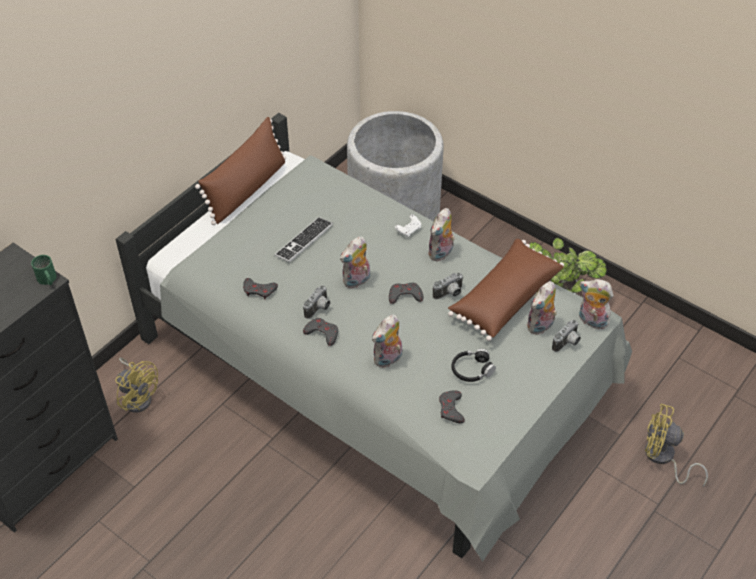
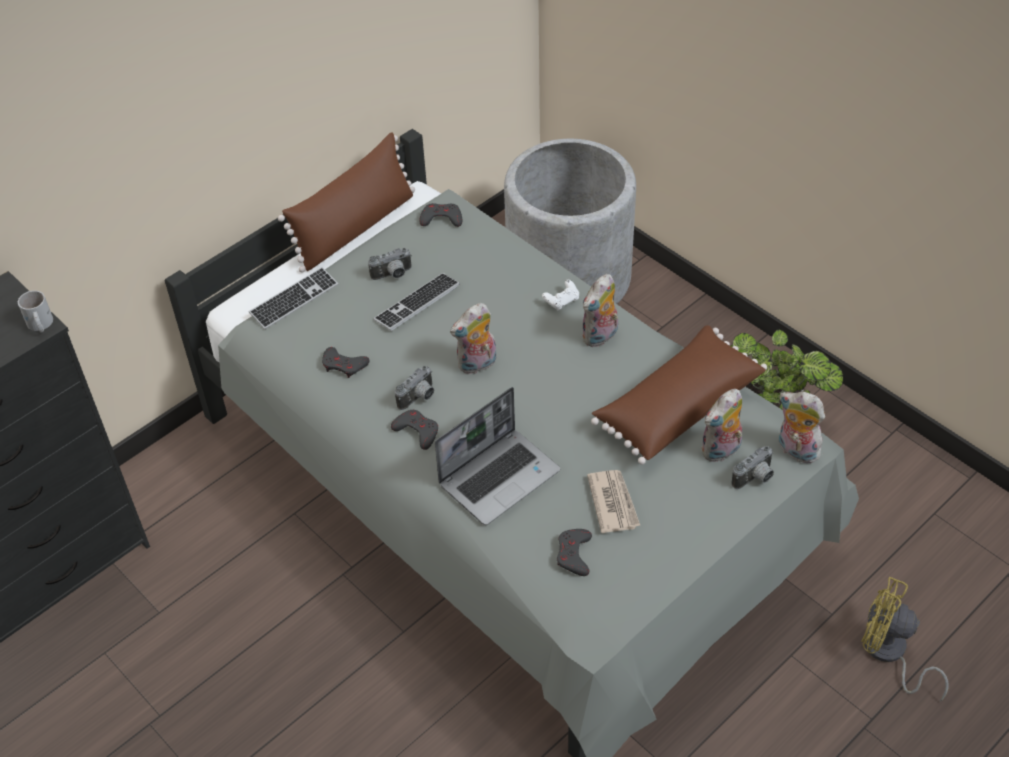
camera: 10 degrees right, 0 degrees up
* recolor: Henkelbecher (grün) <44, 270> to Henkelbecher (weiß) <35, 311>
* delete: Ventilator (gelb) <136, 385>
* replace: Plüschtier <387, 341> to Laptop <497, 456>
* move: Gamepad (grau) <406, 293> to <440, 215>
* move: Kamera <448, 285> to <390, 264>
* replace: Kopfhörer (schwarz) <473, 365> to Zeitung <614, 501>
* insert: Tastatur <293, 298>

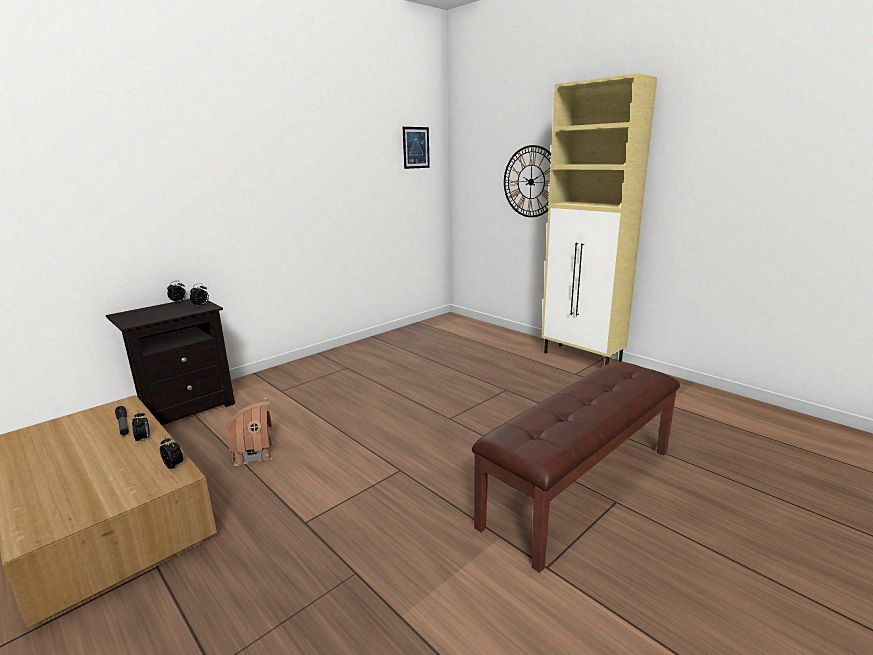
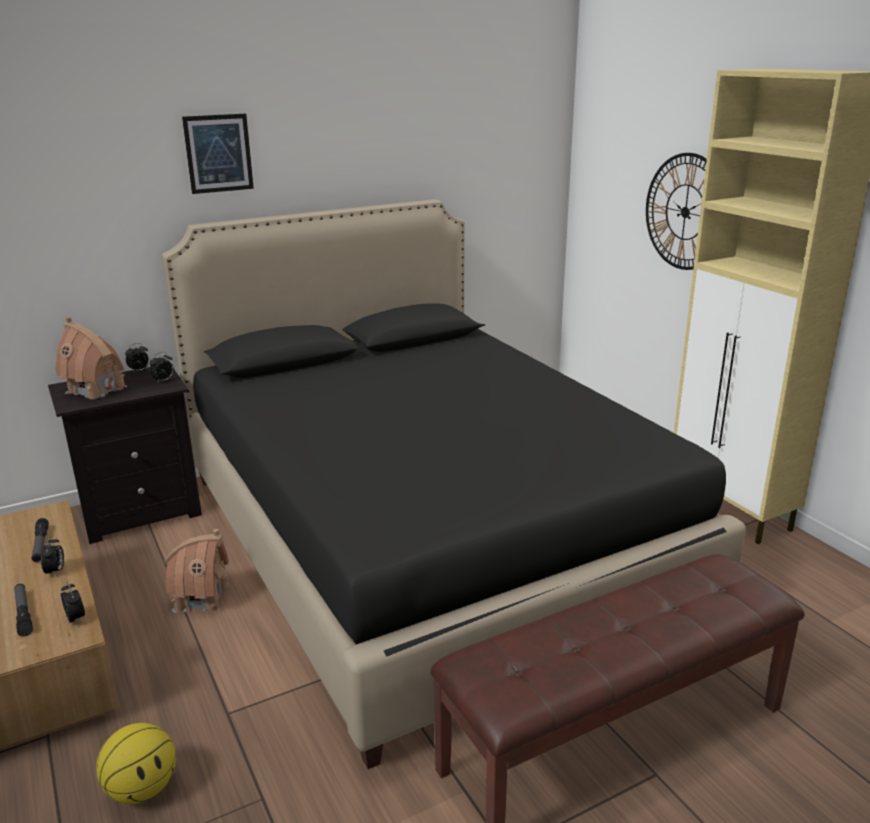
camera: 15 degrees right, 5 degrees up
* move: Bild <416, 148> to <218, 154>
* insert: Taschenlampe <23, 610>
* insert: Spielzeughaus <91, 358>
* insert: Basketball <136, 763>
* insert: Bett (schwarz) <454, 484>

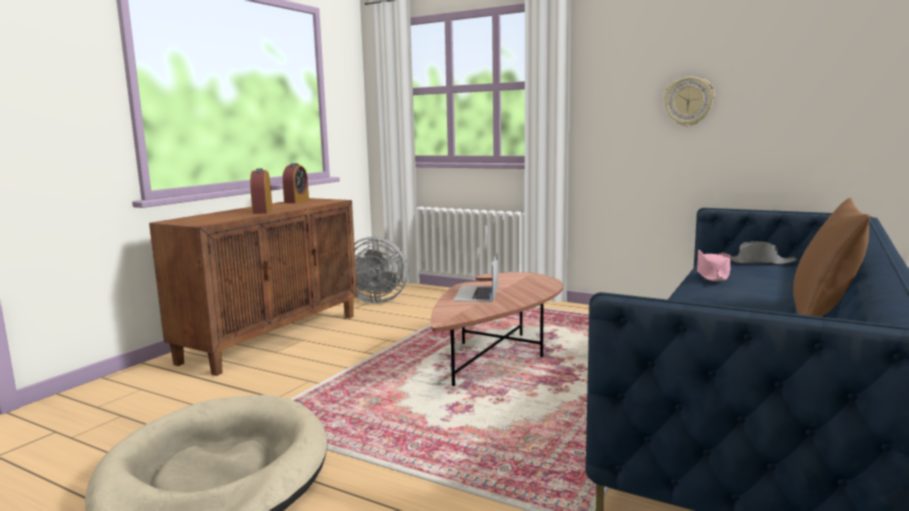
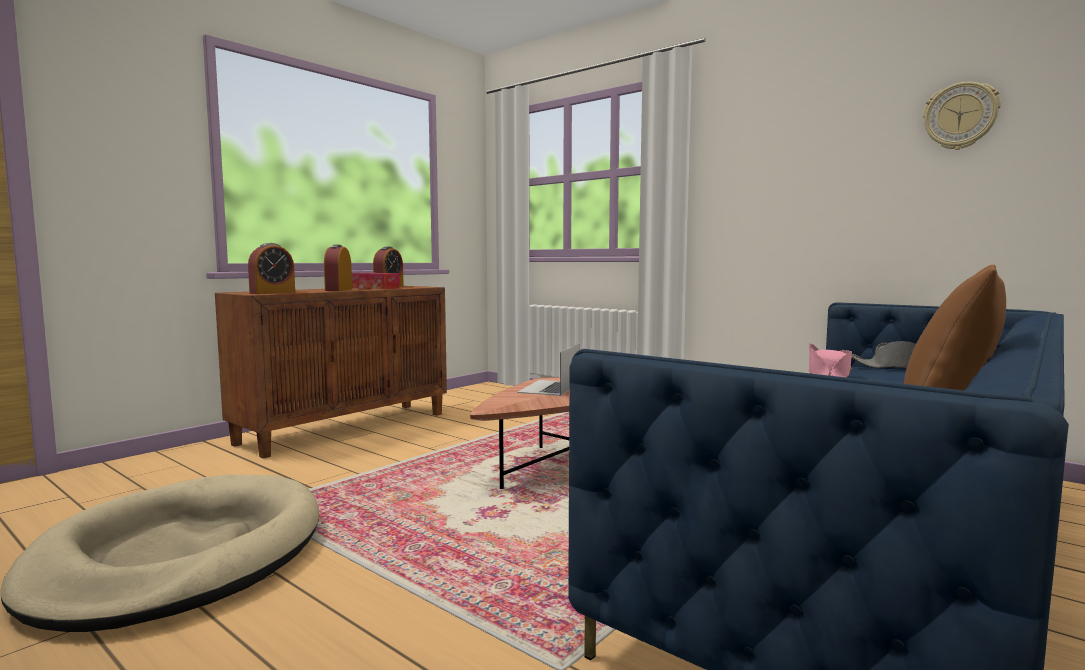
camera: 10 degrees right, 5 degrees down
* delete: Ventilator (grau) <381, 270>
* move: Wanduhr <689, 101> to <962, 116>
* insert: Wecker <271, 268>
* insert: Taschentuchbox <376, 281>

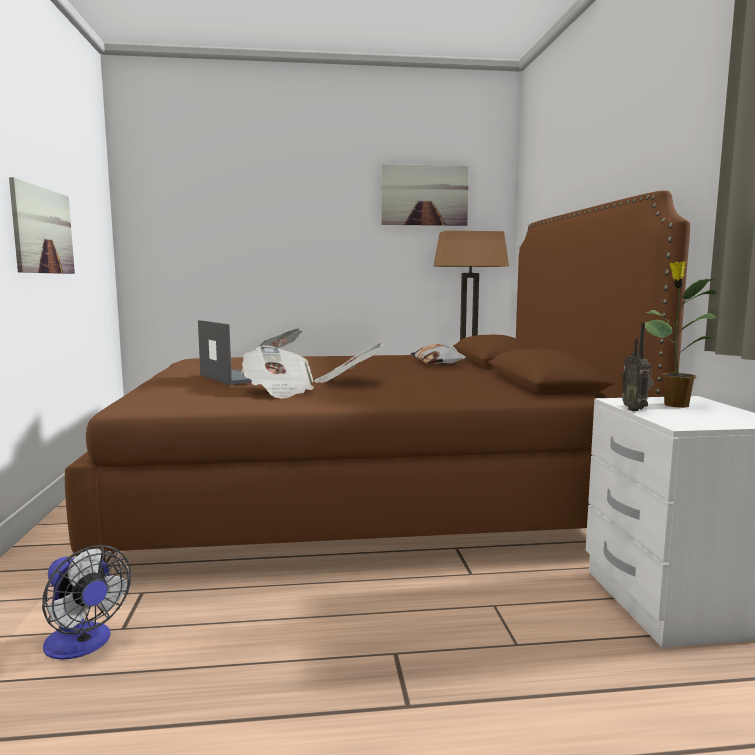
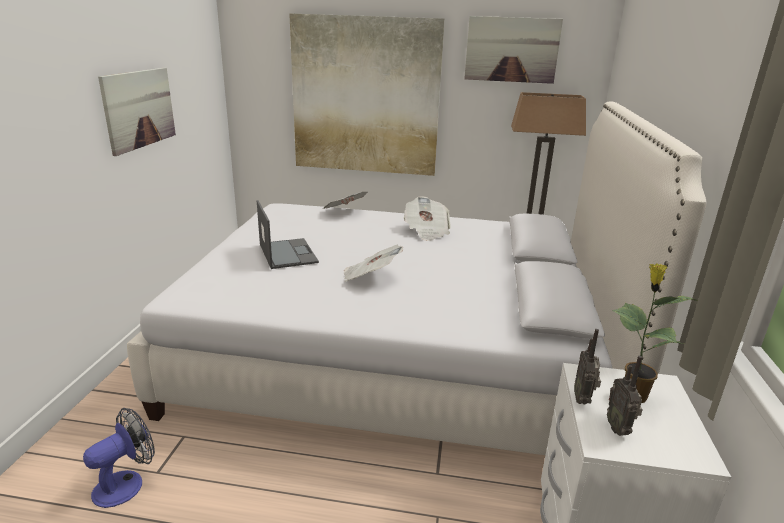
camera: 15 degrees right, 15 degrees up
* rotate: Ventilator <86, 602> = <119, 458> 105 degrees counterclockwise
* recolor: Bett (braun) <377, 376> to Bett (weiß) <417, 278>
* move: Zeitung <278, 372> to <427, 218>
* delete: Kissen <438, 354>
* insert: Bild <367, 95>
* insert: Radio <625, 396>

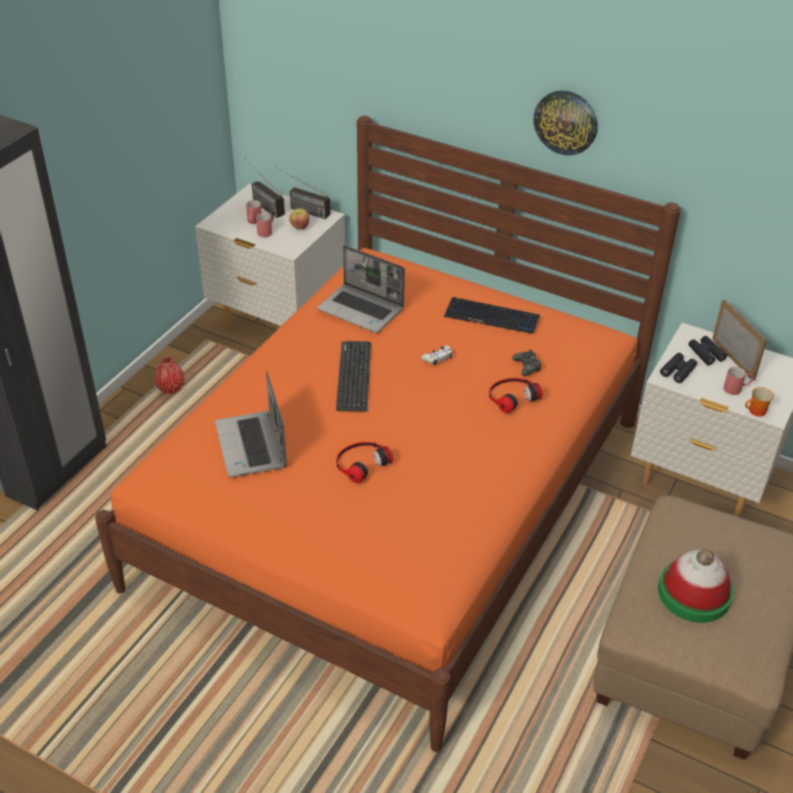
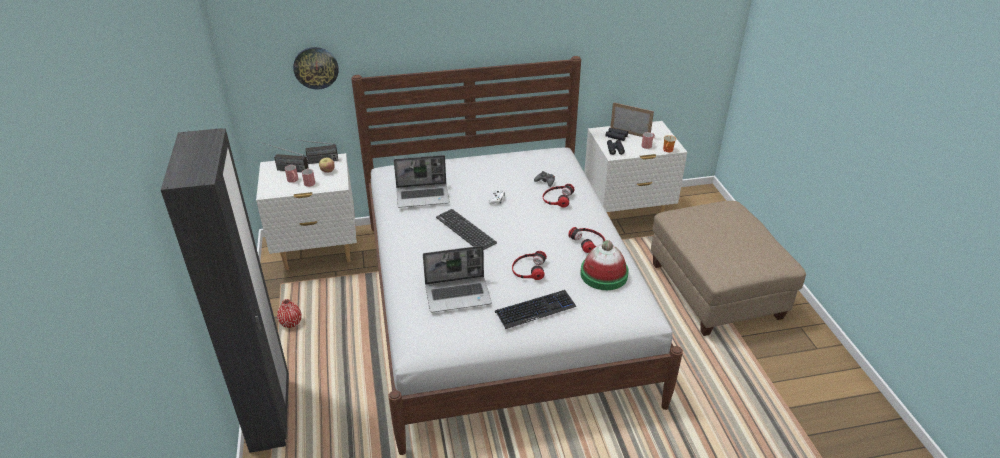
camera: 40 degrees left, 5 degrees down
* recolor: Bett (orange) <388, 434> to Bett (weiß) <517, 255>
* rotate: Laptop <251, 424> = <457, 279> 45 degrees counterclockwise
* move: Tastatur <492, 315> to <535, 309>
* move: Wanduhr <566, 123> to <316, 68>
* move: Hut <695, 586> to <605, 265>
* insert: Kopfhörer <586, 240>

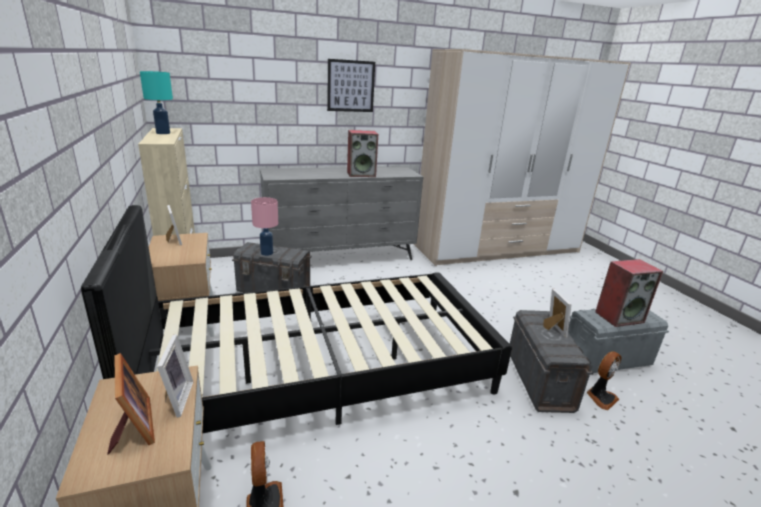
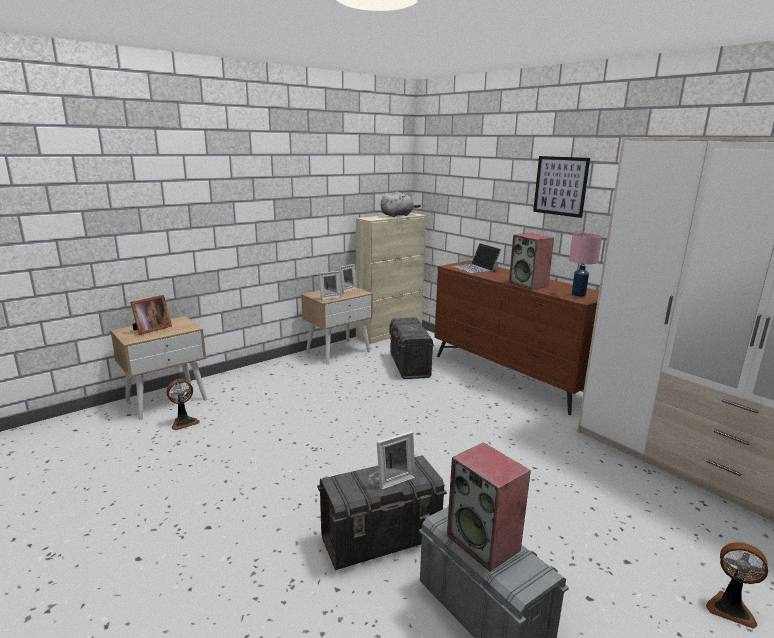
camera: 70 degrees right, 5 degrees down
* delete: Bett (schwarz) <296, 319>
* replace: Tischlampe (türkis) <156, 102> to Plüschtier (grau) <401, 204>
* move: Bilderrahmen <175, 376> to <330, 285>
* move: Tischlampe (rosa) <264, 226> to <585, 265>
* recolor: Kommode (grau) <341, 213> to Kommode (braun) <516, 337>
* move: Ventilator <604, 380> to <737, 585>
* insert: Laptop <477, 258>

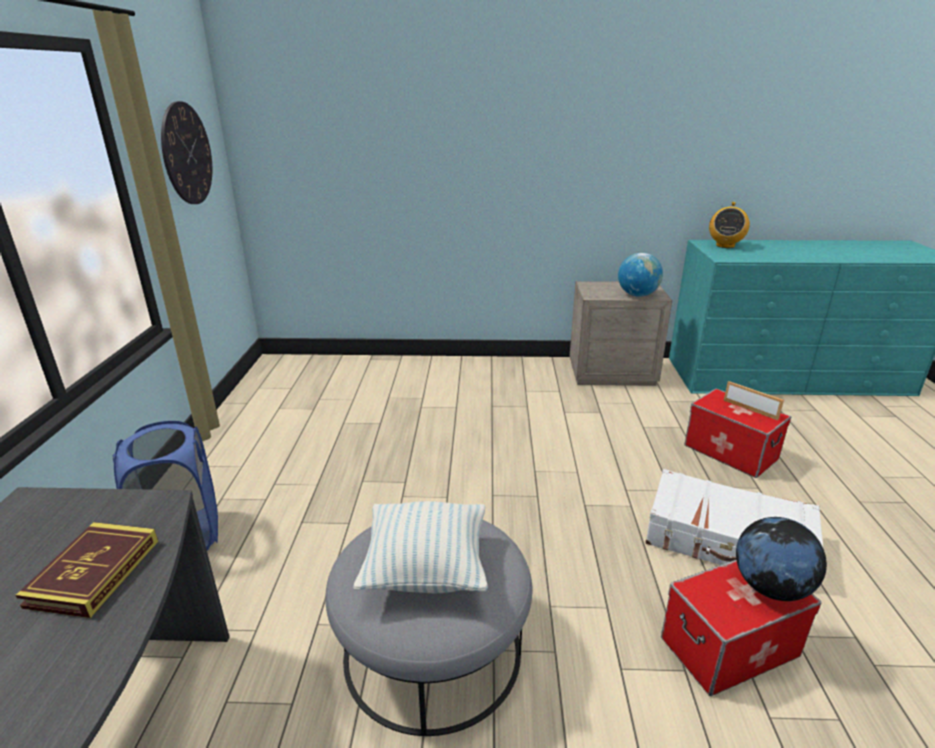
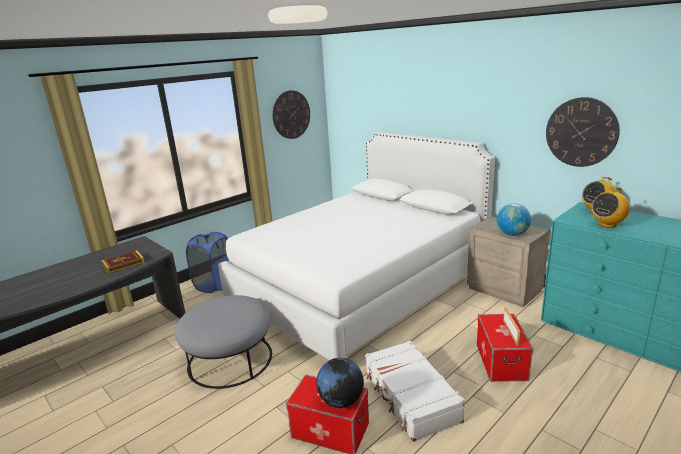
camera: 45 degrees right, 5 degrees down
* delete: Kissen <420, 547>
* insert: Bett (weiß) <356, 246>
* insert: Wanduhr <583, 132>
* insert: Radio <610, 207>

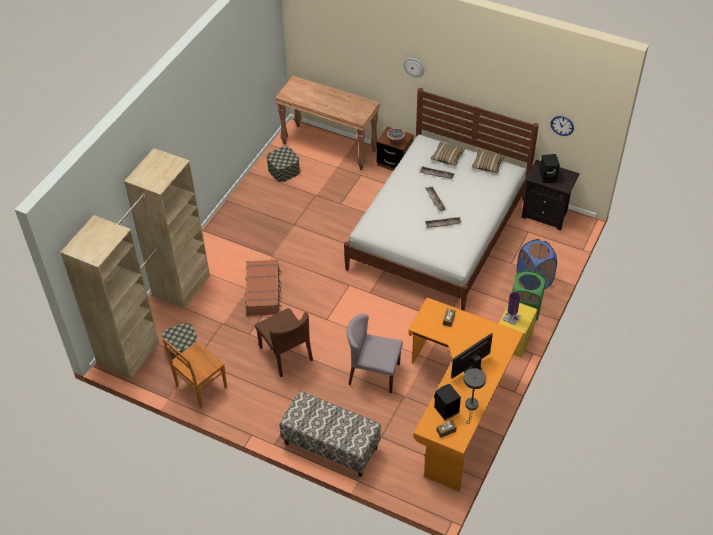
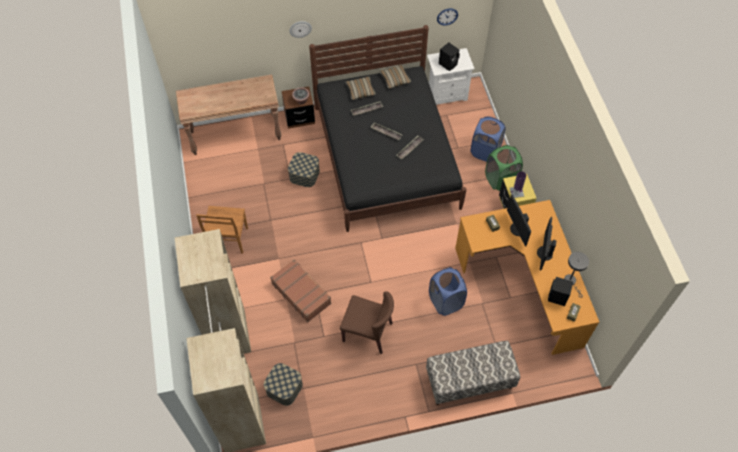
camera: 40 degrees left, 10 degrees up
* move: Stuhl (braun) <194, 373> to <222, 230>
* move: Aufbewahrungsbox <283, 164> to <304, 169>
* recolor: Bett (weiß) <441, 199> to Bett (schwarz) <388, 128>
* replace: Stuhl (grau) <375, 353> to Wäschekorb (blau) <448, 291>
* recolor: Nachttisch (schwarz) <550, 195> to Nachttisch (weiß) <451, 76>
* insert: Monitor <519, 220>

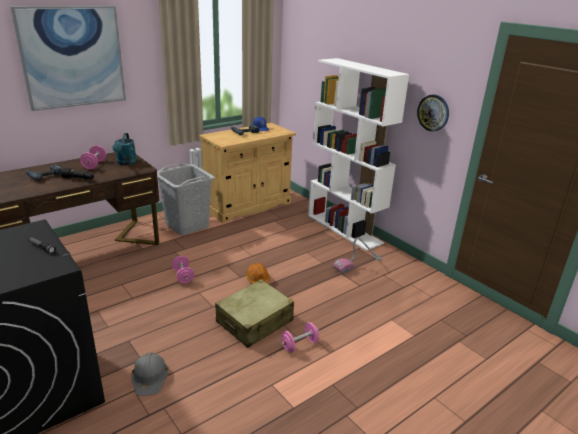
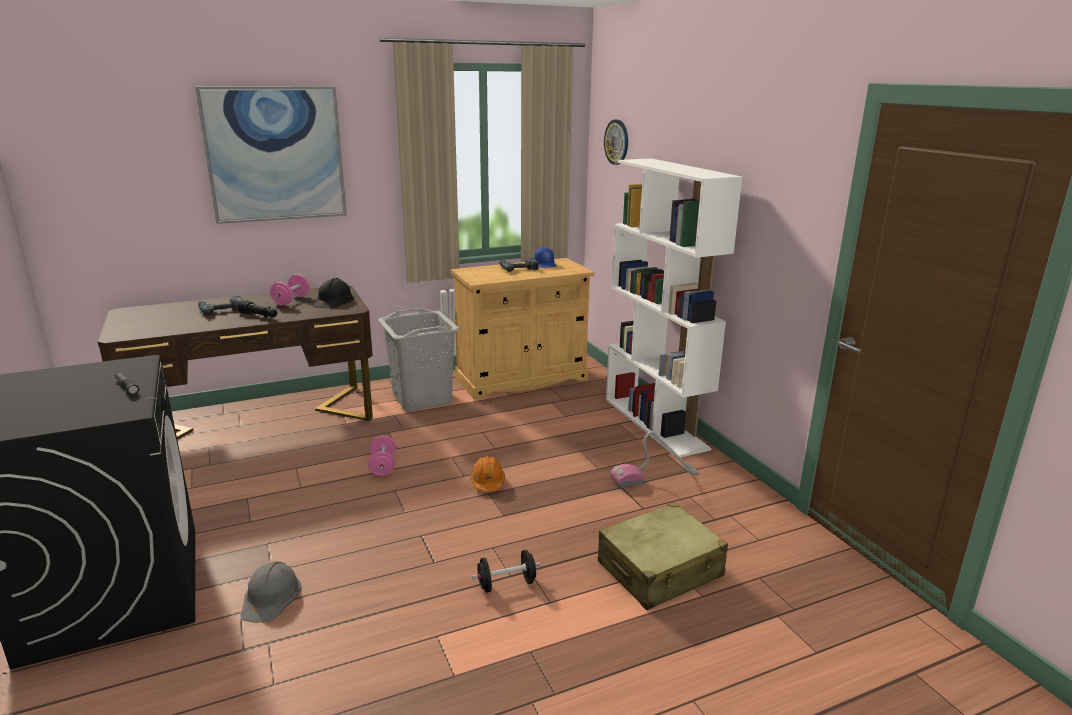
camera: 15 degrees right, 5 degrees down
* replace: Gießkanne (türkis) <124, 149> to Schutzhelm (schwarz) <333, 293>
* move: Koffer (beige) <254, 313> to <663, 556>
* recolor: Hantel (rosa) <300, 337> to Hantel (schwarz) <506, 571>
* move: Wanduhr <433, 113> to <616, 142>

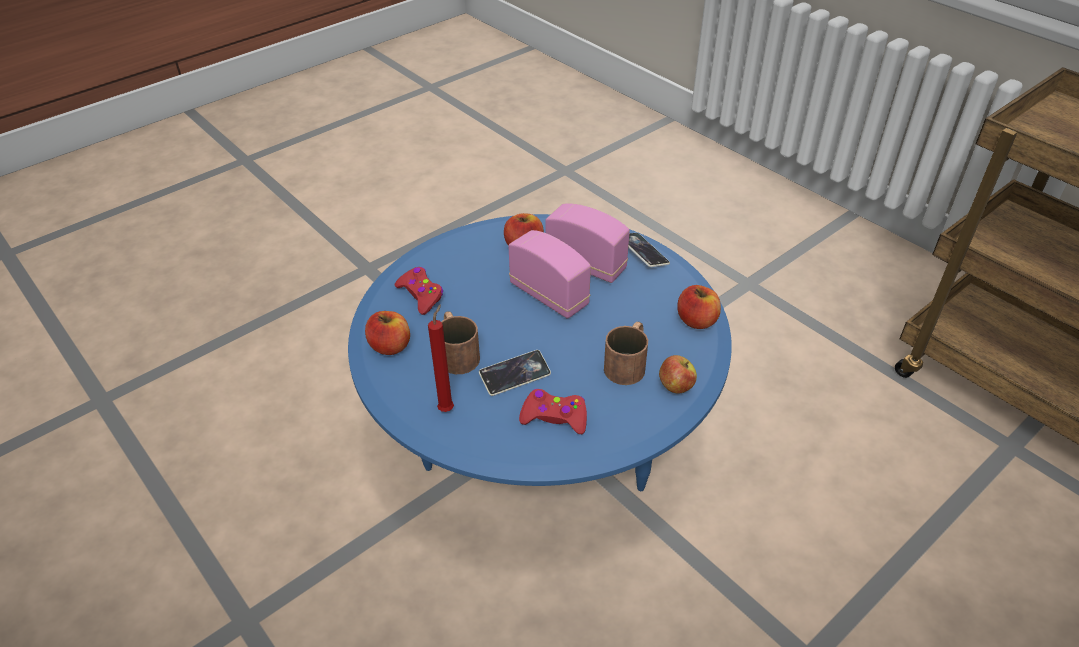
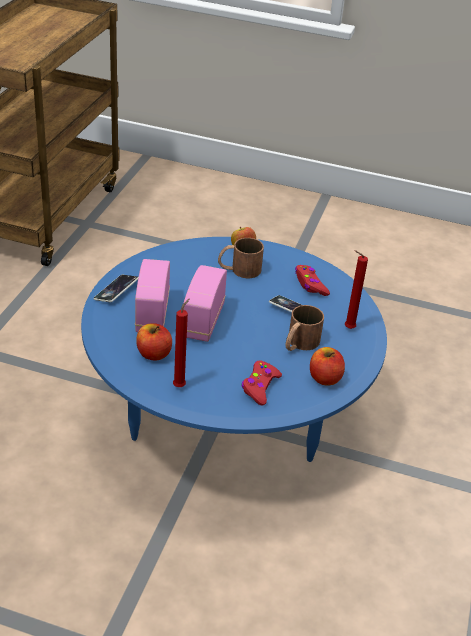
camera: 125 degrees left, 5 degrees down
* delete: Apfel <699, 307>
* insert: Kerze (rot) <181, 342>

